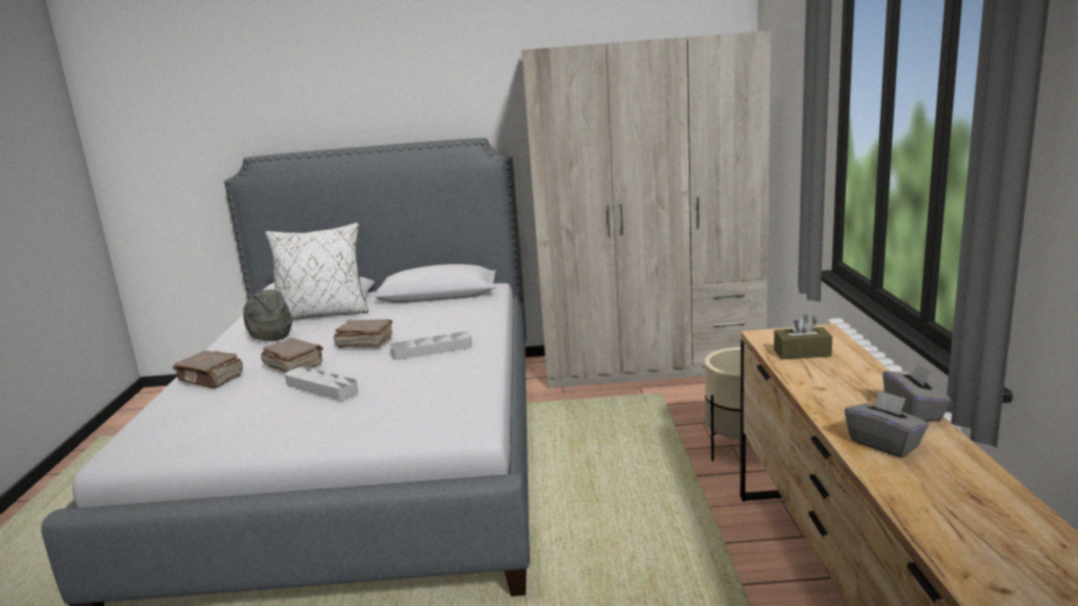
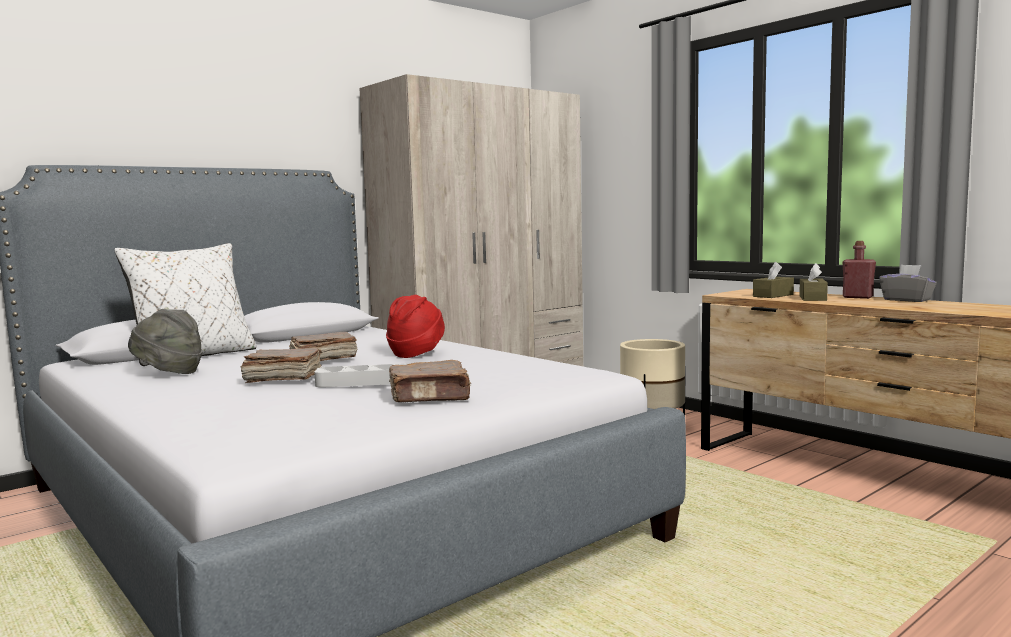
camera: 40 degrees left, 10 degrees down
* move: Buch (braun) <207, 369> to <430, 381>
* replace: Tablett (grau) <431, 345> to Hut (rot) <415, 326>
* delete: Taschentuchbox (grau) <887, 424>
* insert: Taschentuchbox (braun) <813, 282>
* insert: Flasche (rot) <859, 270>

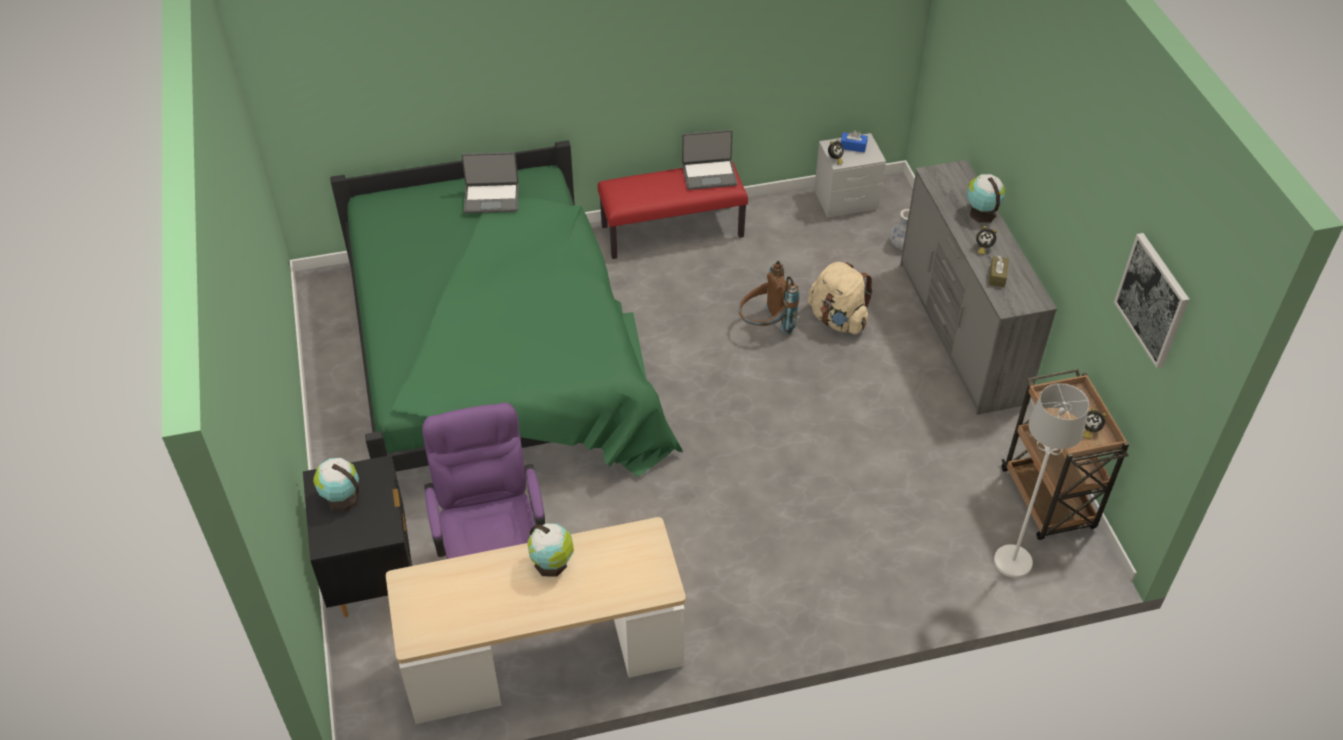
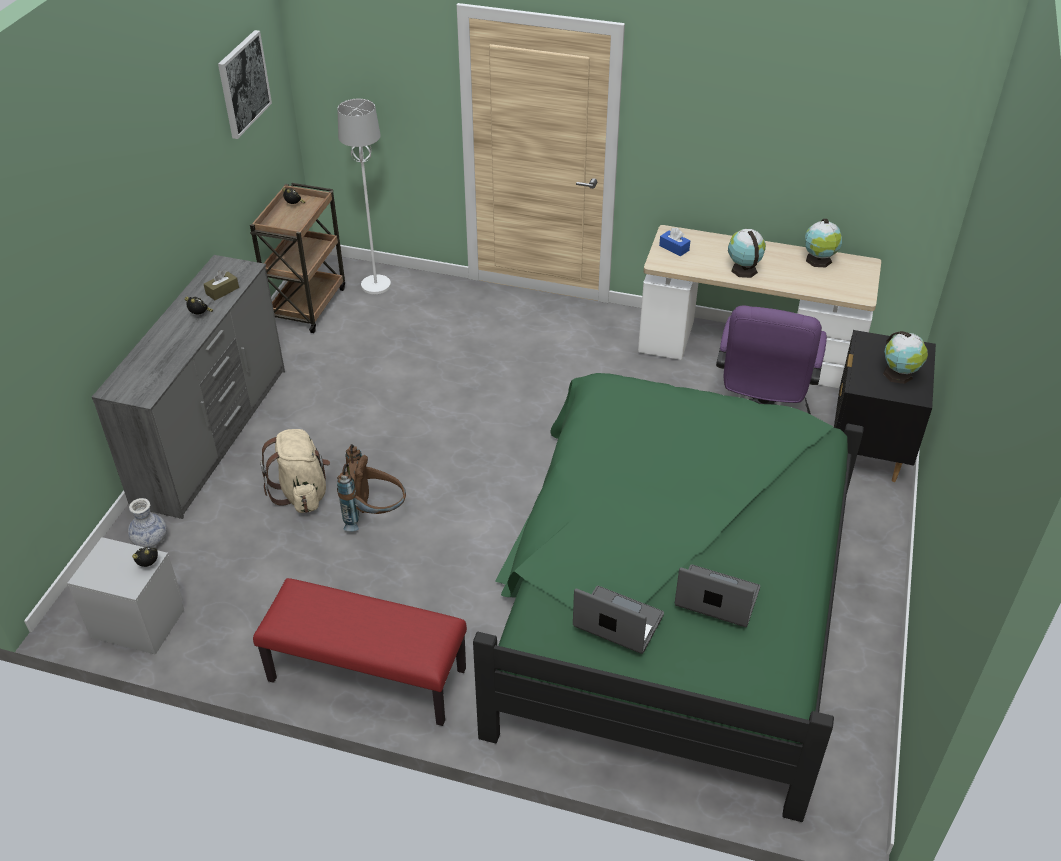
camera: 150 degrees left, 5 degrees down
* move: Laptop <709, 160> to <717, 595>
* move: Taschentuchbox (blau) <854, 141> to <674, 242>
* move: Globus <986, 198> to <823, 243>

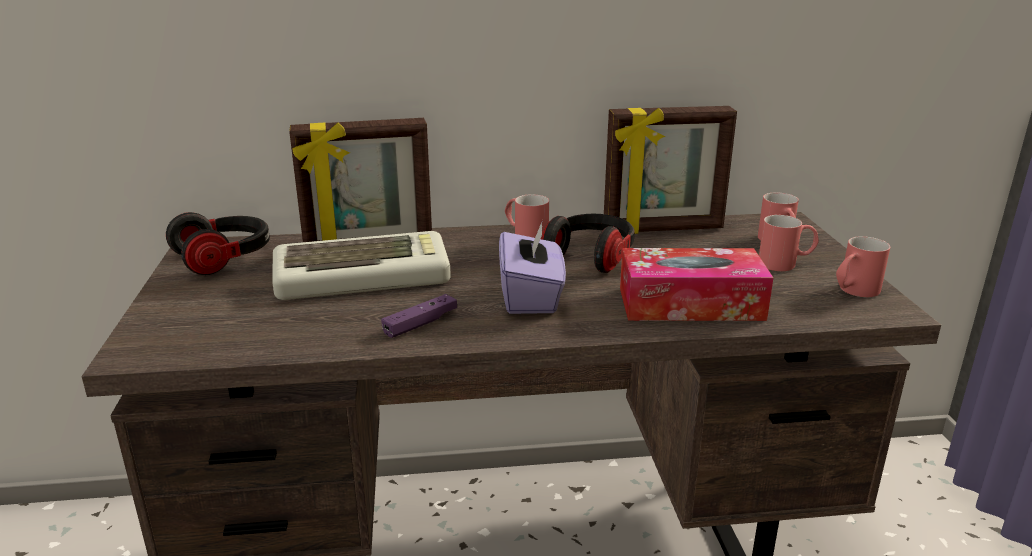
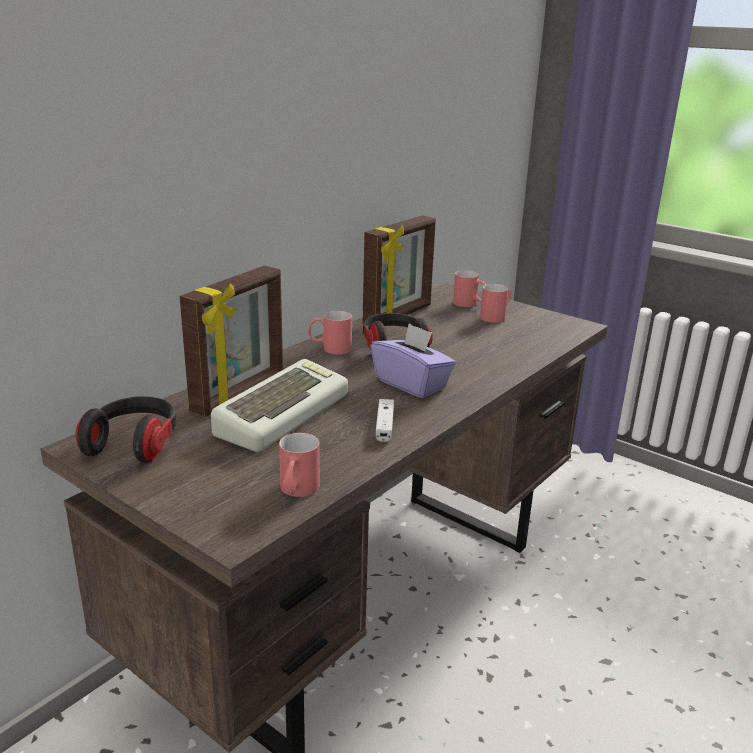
camera: 45 degrees left, 0 degrees up
* recolor: Gamepad (lila) <419, 316> to Gamepad (weiß) <385, 420>
* delete: Taschentuchbox <696, 284>
* move: Henkelbecher (rot) <863, 266> to <299, 465>

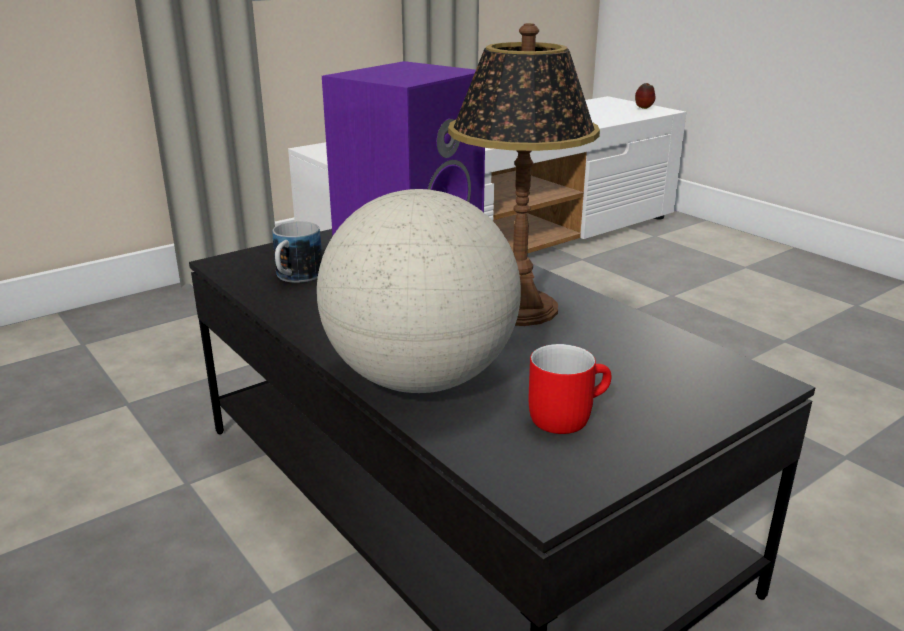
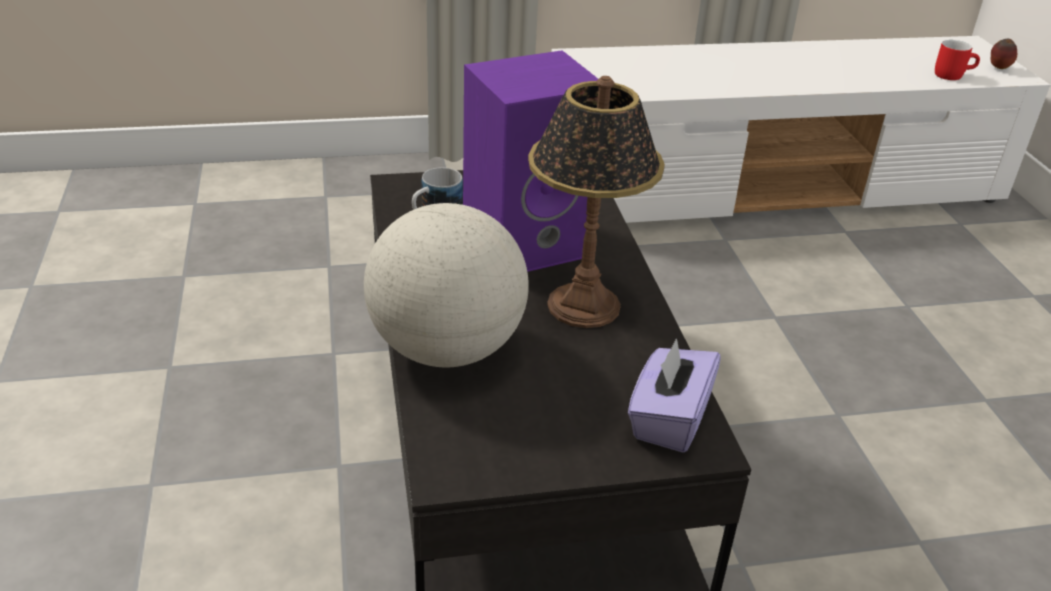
camera: 25 degrees right, 10 degrees up
* move: Henkelbecher (rot) <570, 389> to <957, 60>
* insert: Taschentuchbox (lila) <674, 395>

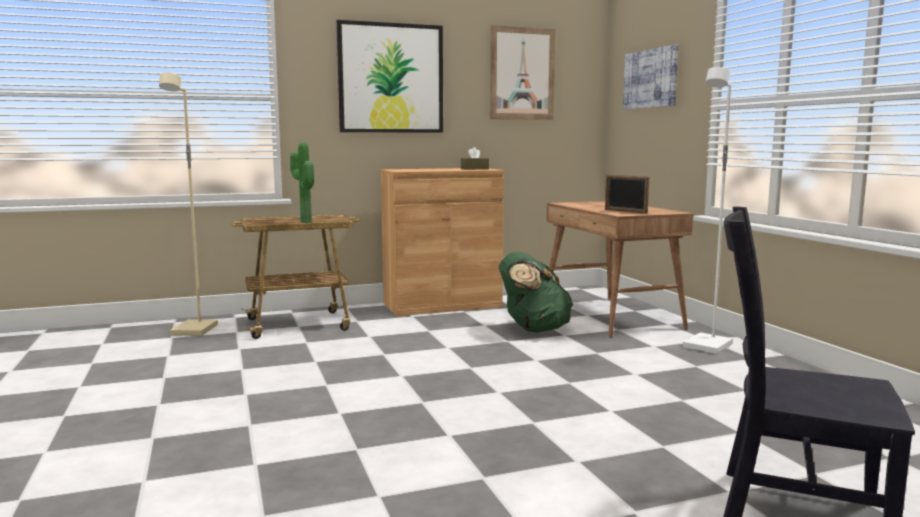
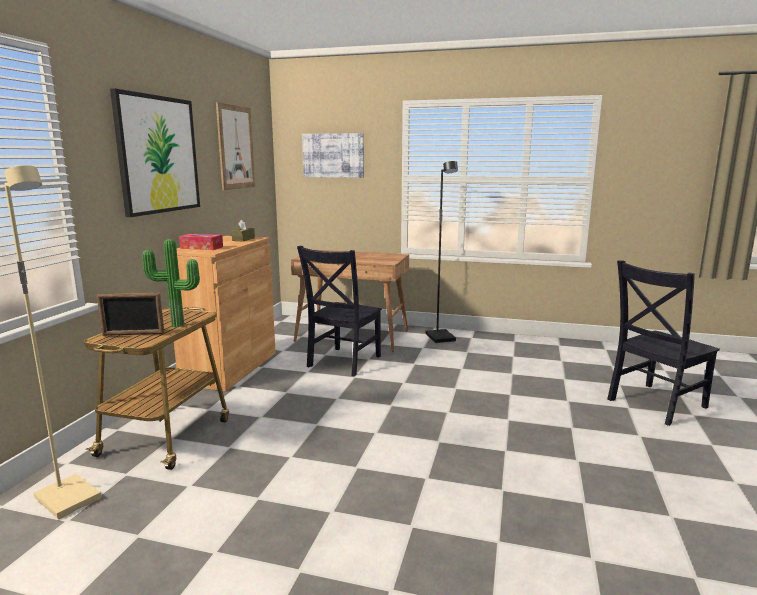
camera: 55 degrees left, 5 degrees up
* replace: Rucksack (grün) <536, 292> to Stuhl (schwarz) <339, 311>
* move: Bilderrahmen <627, 194> to <130, 314>
* recolor: Stehlampe (weiß) <708, 210> to Stehlampe (schwarz) <442, 252>
* insert: Taschentuchbox <201, 242>

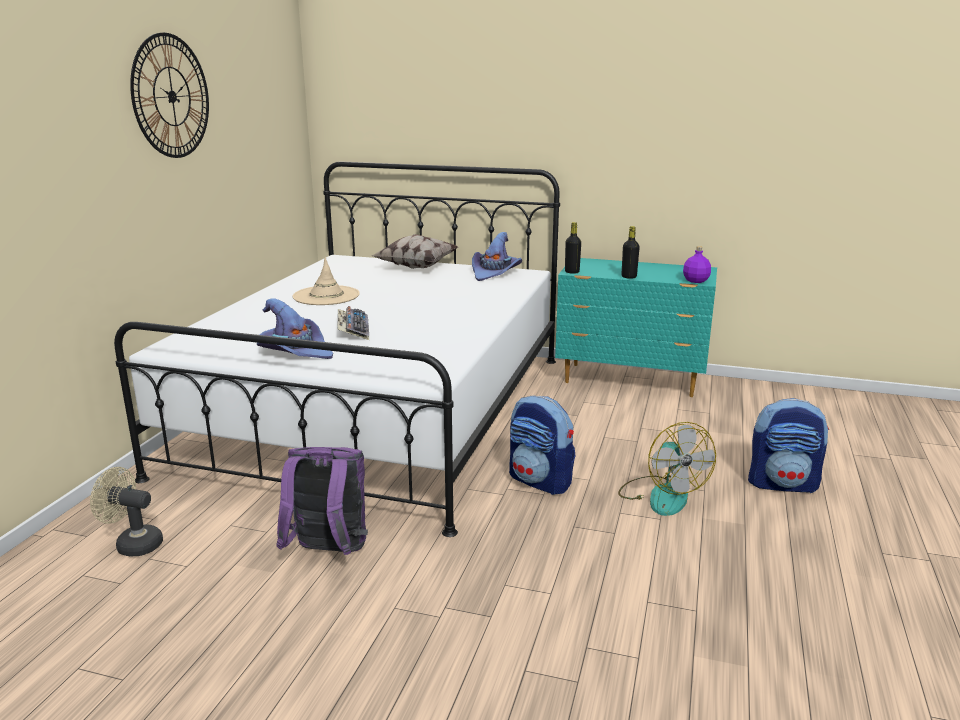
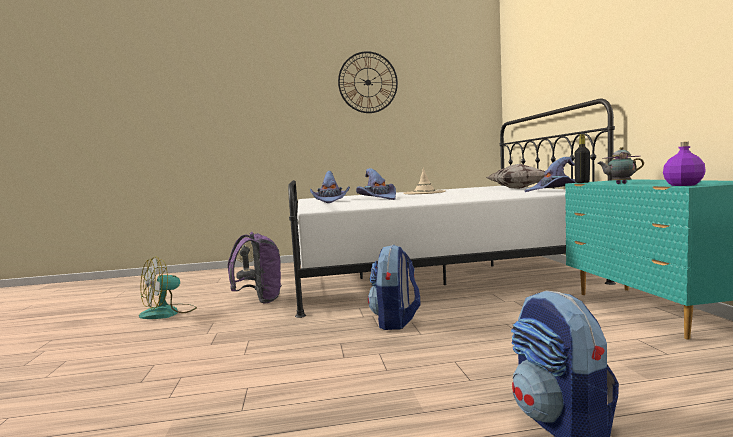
camera: 65 degrees right, 15 degrees down
* replace: Tastatur <353, 323> to Hut (lila) <376, 184>
* move: Ventilator <667, 469> to <168, 287>
* replace: Flasche (schwarz) <631, 252> to Teekanne <620, 165>

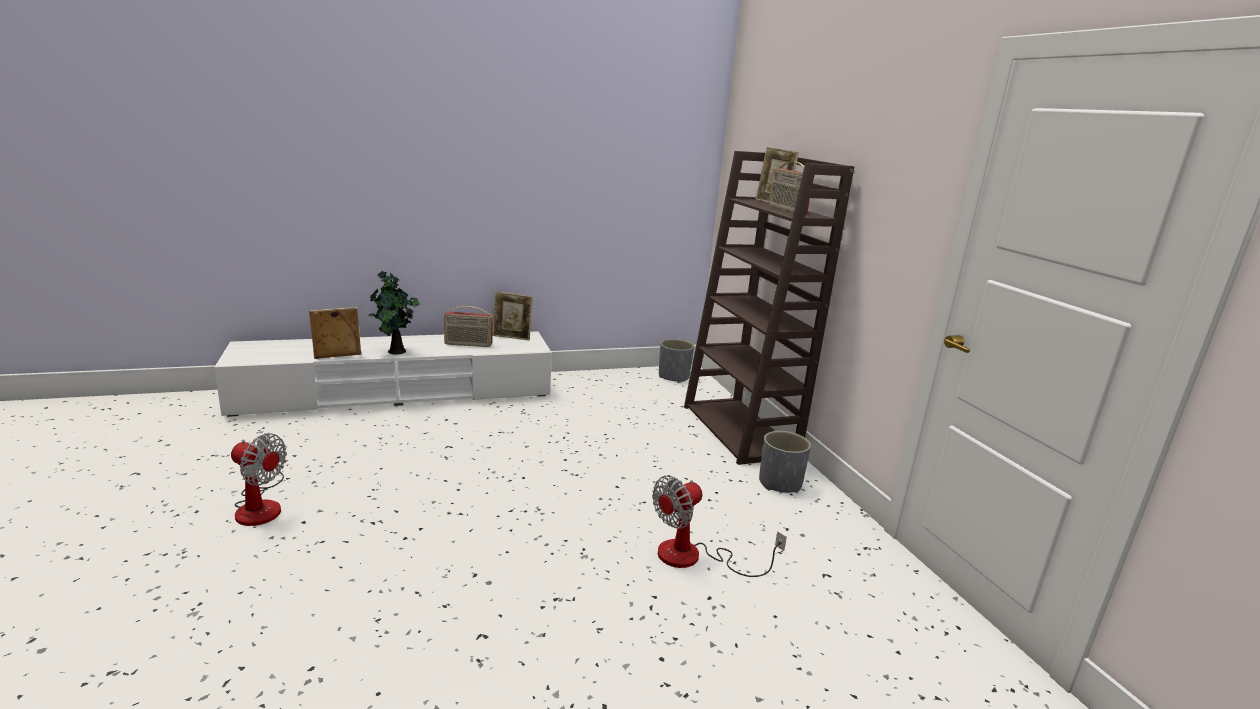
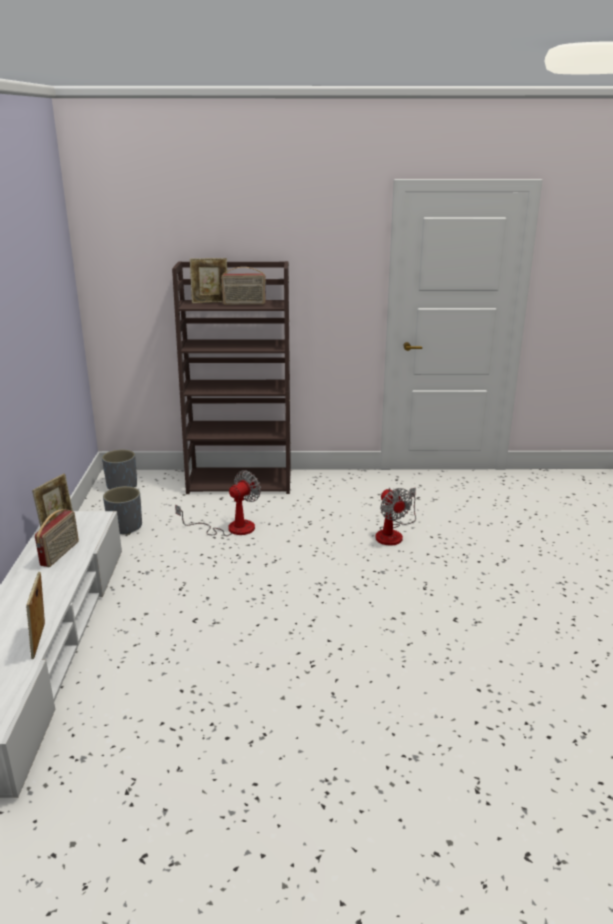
camera: 70 degrees left, 5 degrees up
* move: Ventilator <259, 479> to <218, 503>
* delete: Topfpflanze <394, 313>
* move: Pflanzkübel (grau) <785, 462> to <122, 510>

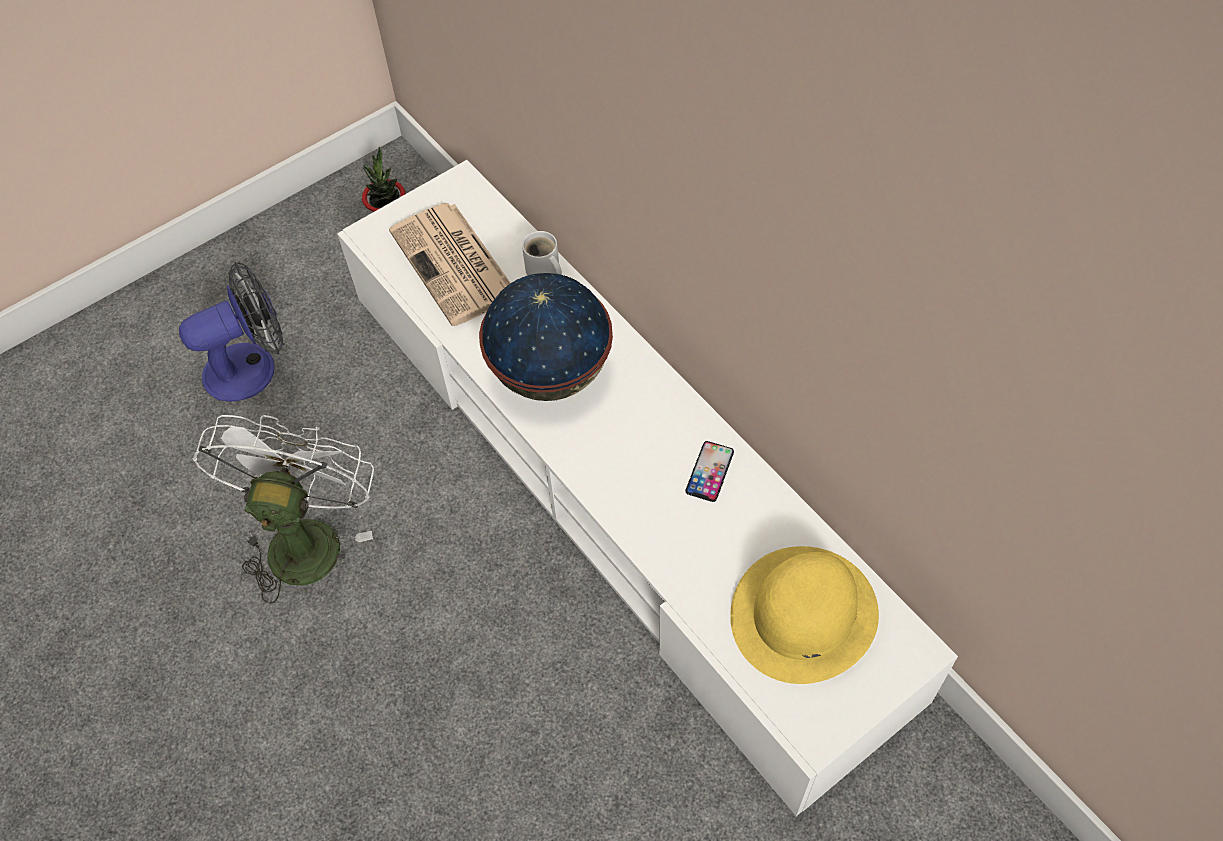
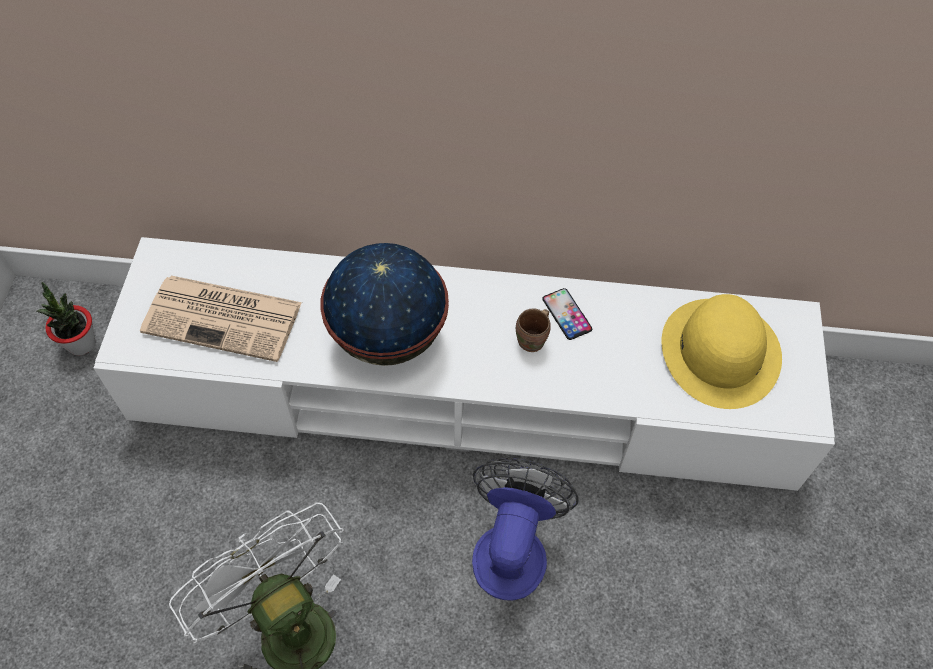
camera: 50 degrees left, 0 degrees up
* move: Ventilator <231, 332> to <525, 529>
* delete: Henkelbecher (weiß) <542, 253>
* insert: Henkelbecher (braun) <533, 330>

